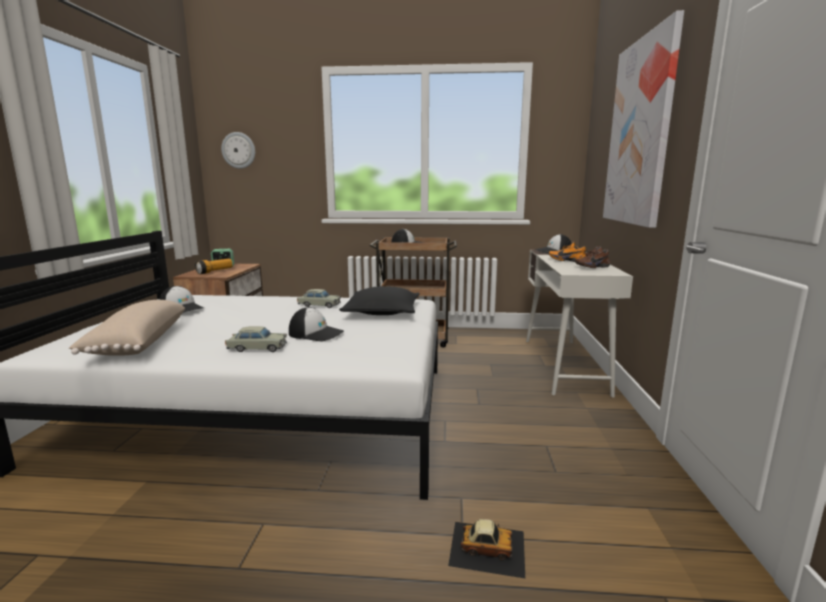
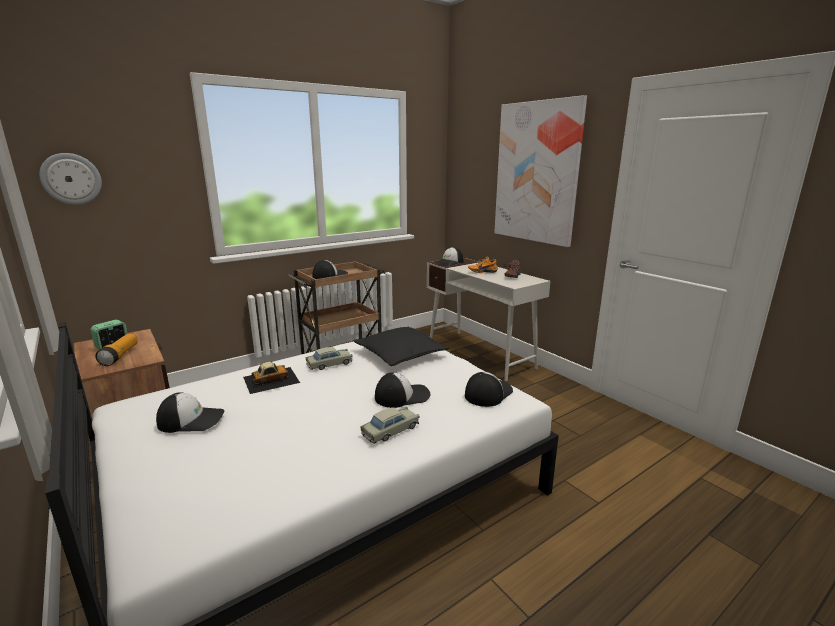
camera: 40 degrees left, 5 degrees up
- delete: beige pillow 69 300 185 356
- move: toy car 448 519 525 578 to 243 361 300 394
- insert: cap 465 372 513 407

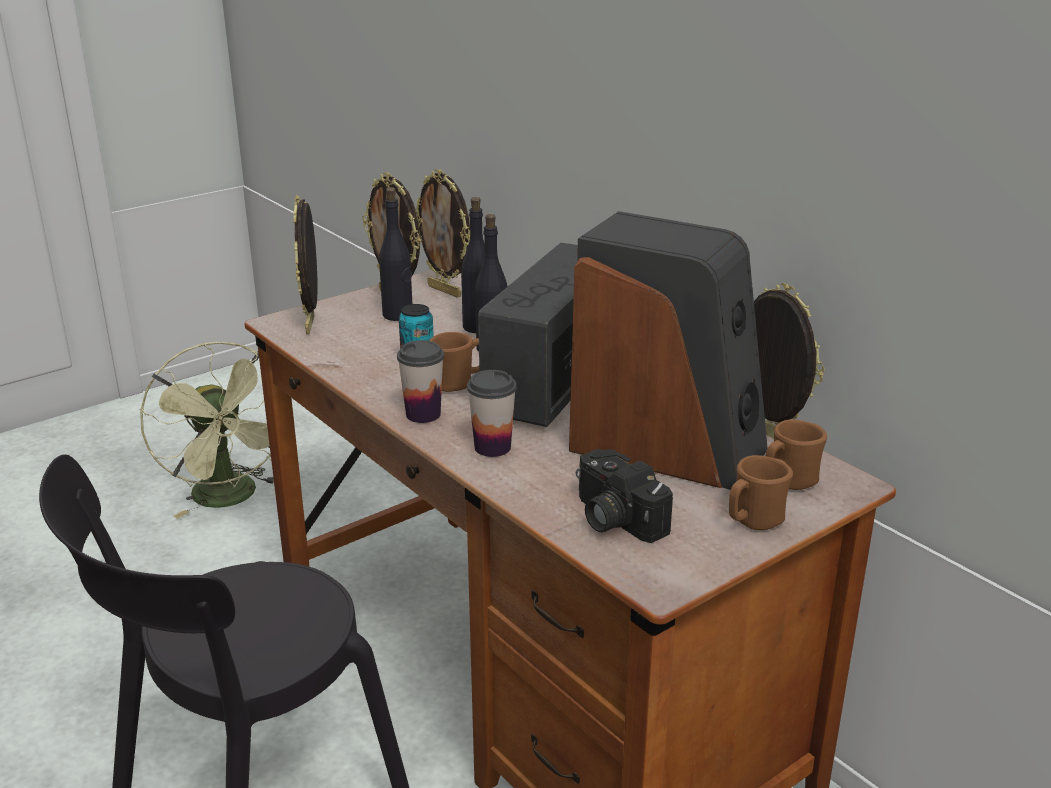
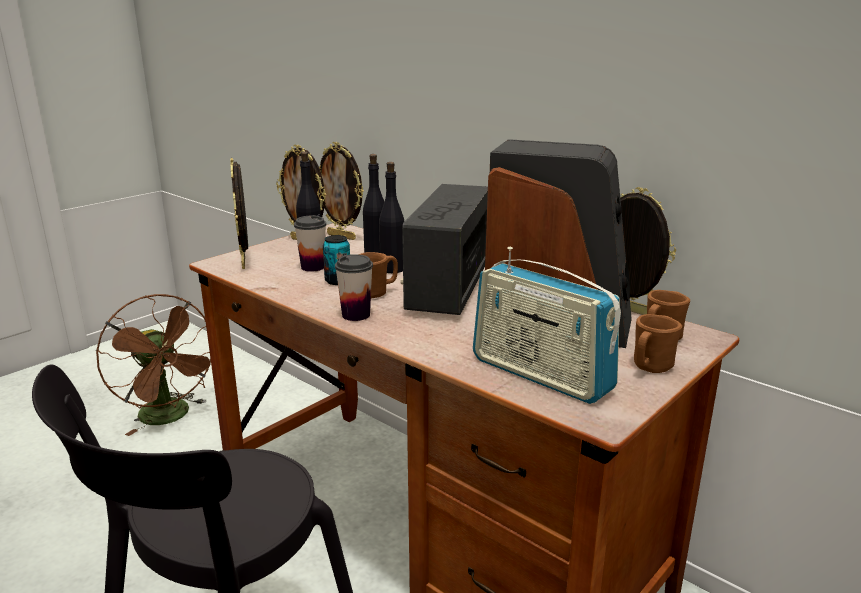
camera: 10 degrees left, 5 degrees down
- recolor: green fan 140 342 274 519 to brown fan 96 294 211 436
- move: cup 467 370 517 457 to 294 216 327 272
- replace: photo camera 576 449 673 543 to radio 473 247 621 404

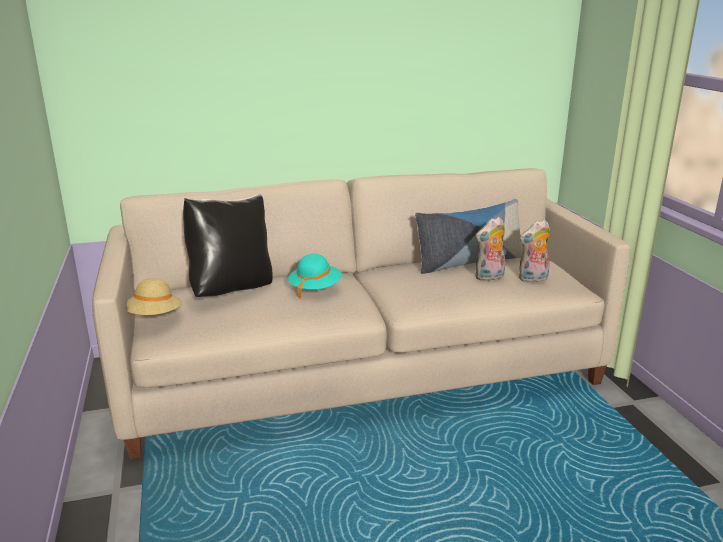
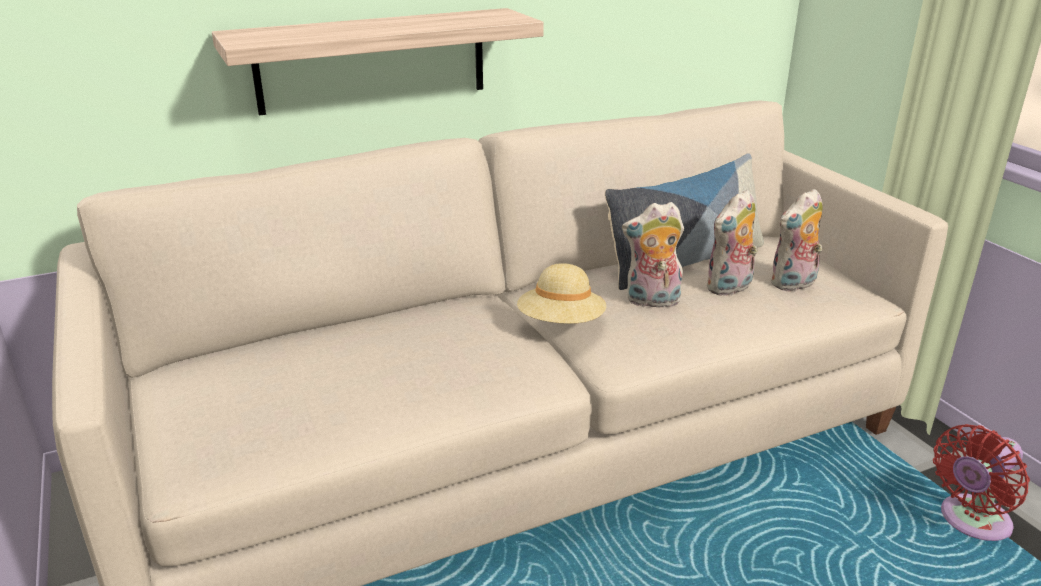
camera: 10 degrees left, 5 degrees up
- move: beige hat 127 278 182 315 to 517 263 606 324
- delete: black pillow 183 194 272 297
- delete: turquoise hat 288 254 342 299
- insert: shelf 212 8 544 116
- insert: plush toy 622 202 684 307
- insert: red fan 933 424 1030 541

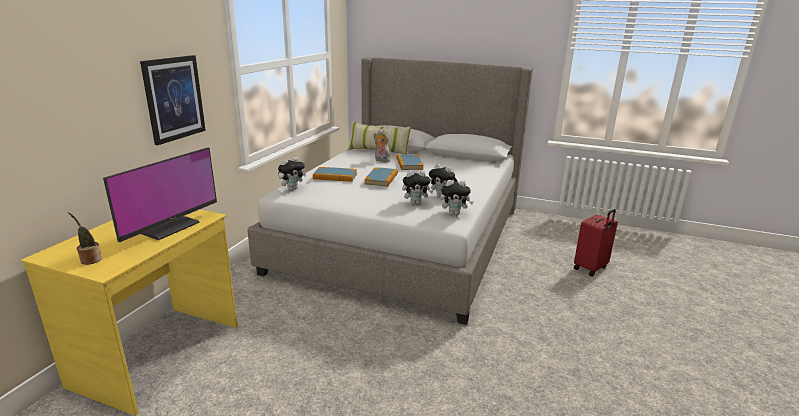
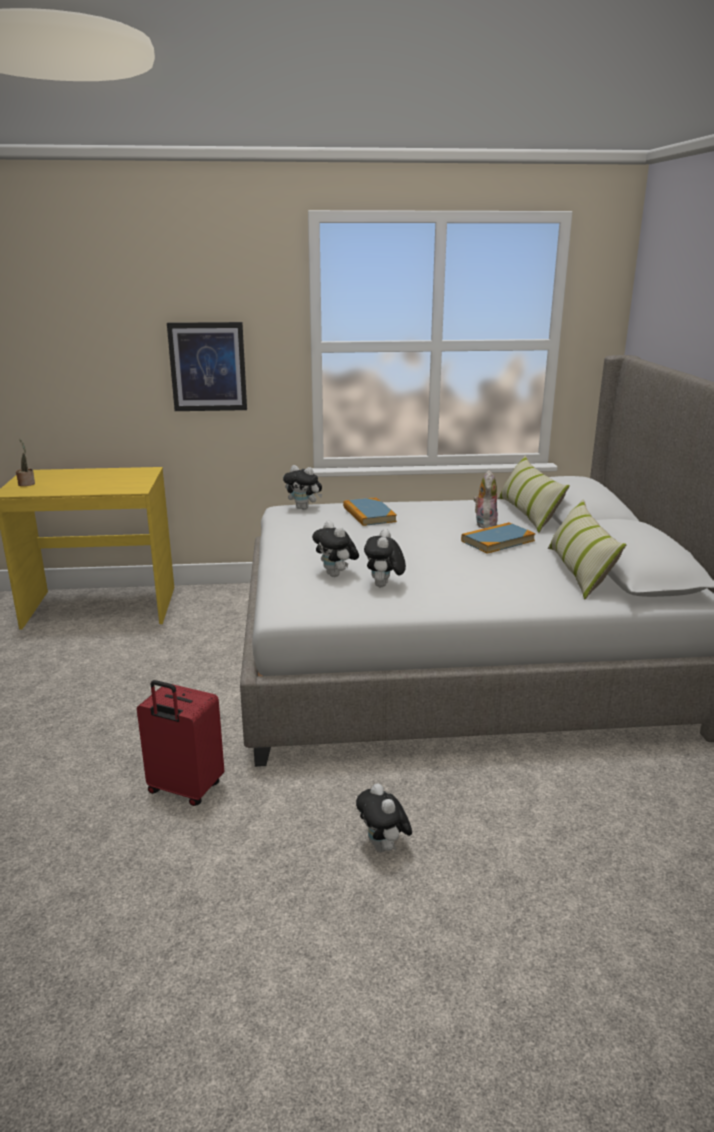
camera: 65 degrees right, 0 degrees up
- delete: monitor 103 147 217 242
- delete: book 364 167 398 187
- move: plush toy 440 180 474 215 to 356 783 412 852
- move: red suitcase 574 209 618 276 to 137 680 224 806
- insert: pillow 548 499 627 599

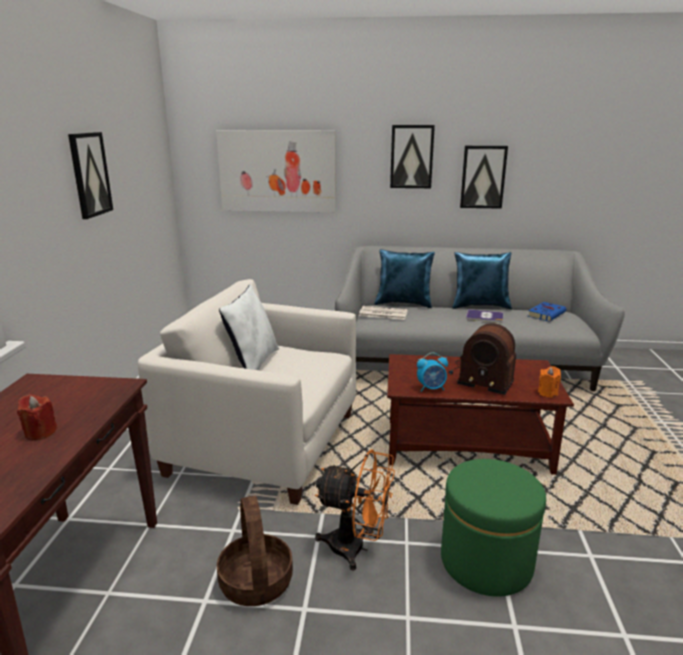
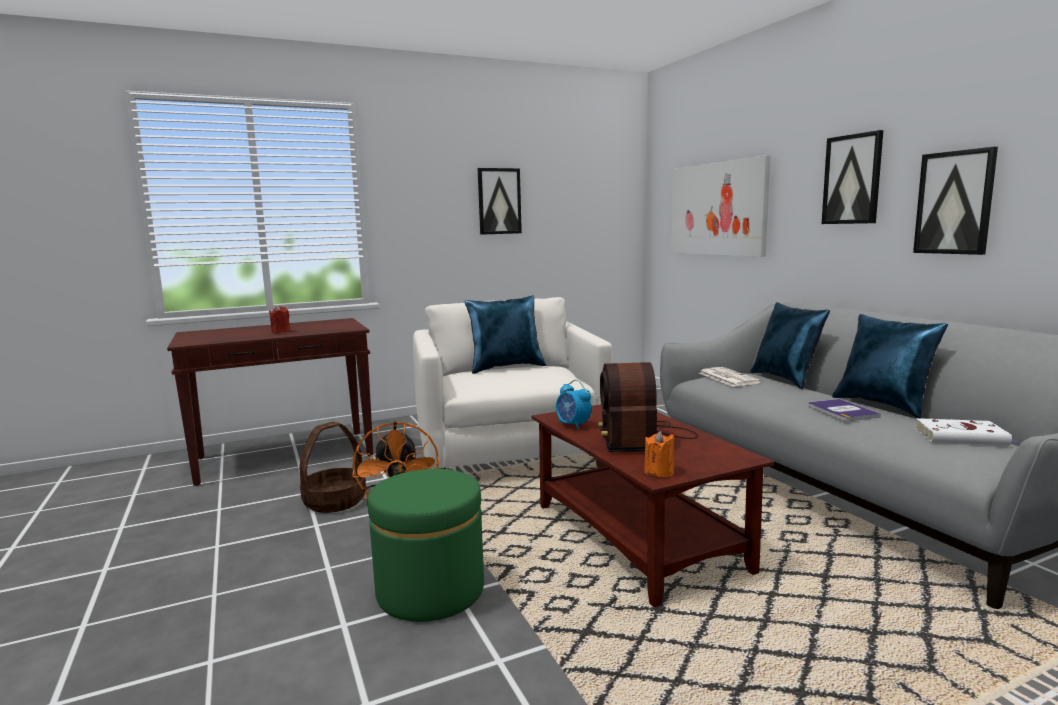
camera: 60 degrees right, 10 degrees down
- recolor: white pillow 219 285 279 370 to blue pillow 465 295 546 374
- recolor: blue book 528 302 566 322 to white book 915 418 1017 446

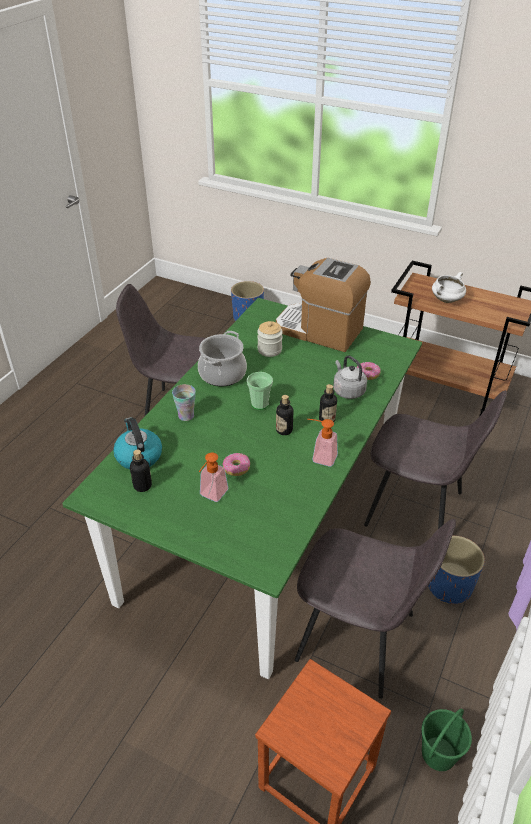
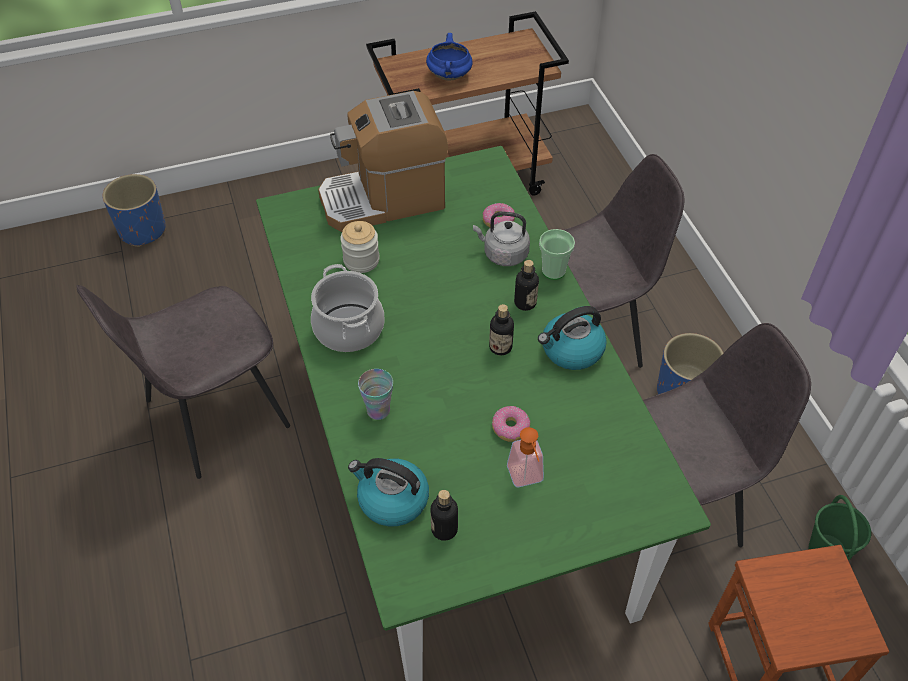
camera: 45 degrees left, 10 degrees up
- move: cup 247 372 273 410 to 539 229 575 280
- replace: soap dispenser 307 419 338 467 to kettle 538 306 607 370
- recolor: white cooking pot 432 272 466 303 to blue cooking pot 426 33 473 81

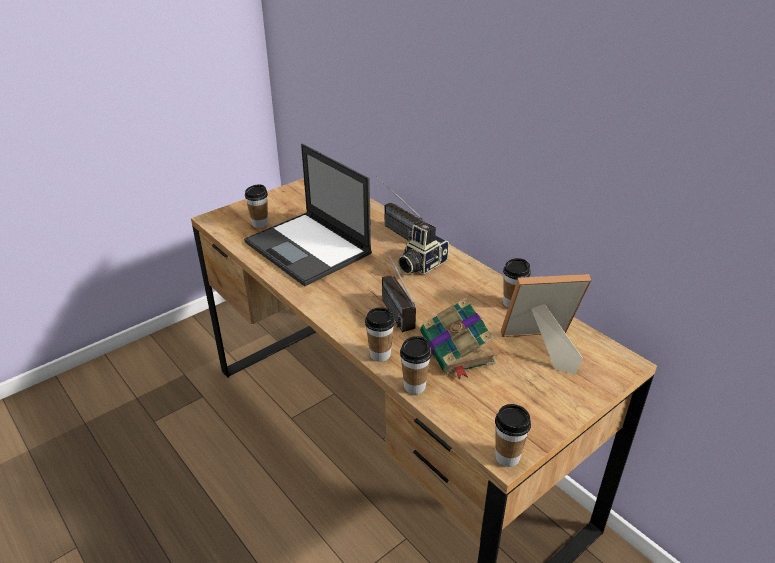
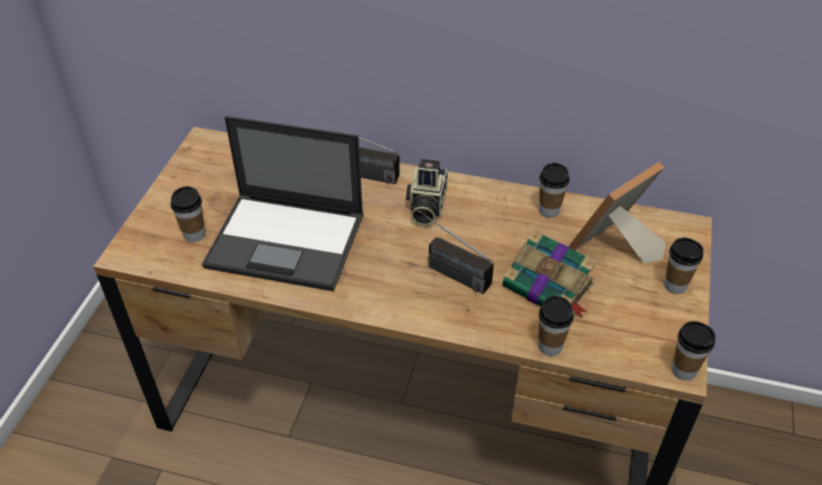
camera: 35 degrees left, 10 degrees up
- move: cup 365 307 395 362 to 664 238 704 294

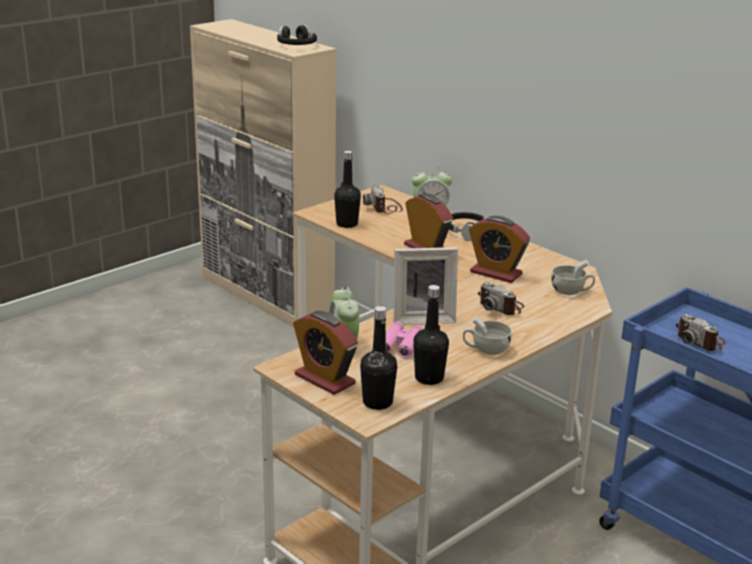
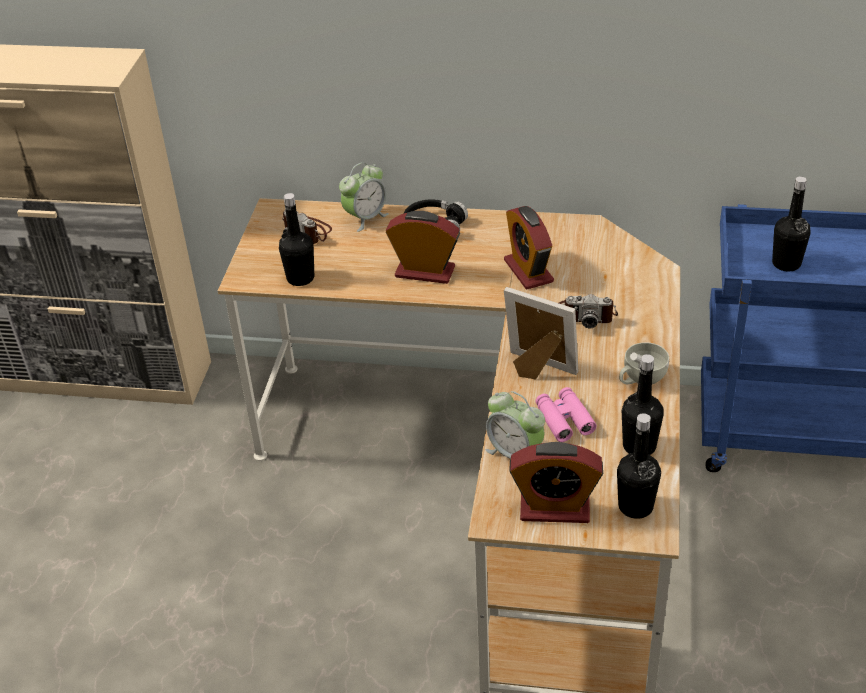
camera: 35 degrees left, 15 degrees up
- delete: black headphones 277 25 317 45
- rotate: picture frame 394 247 458 324 = 504 287 578 379 105 degrees counterclockwise
- rotate: alarm clock 469 216 530 283 = 504 206 554 289 75 degrees clockwise
- delete: white cup 551 260 595 295
- replace: photo camera 676 314 726 351 to black bottle 772 176 811 271

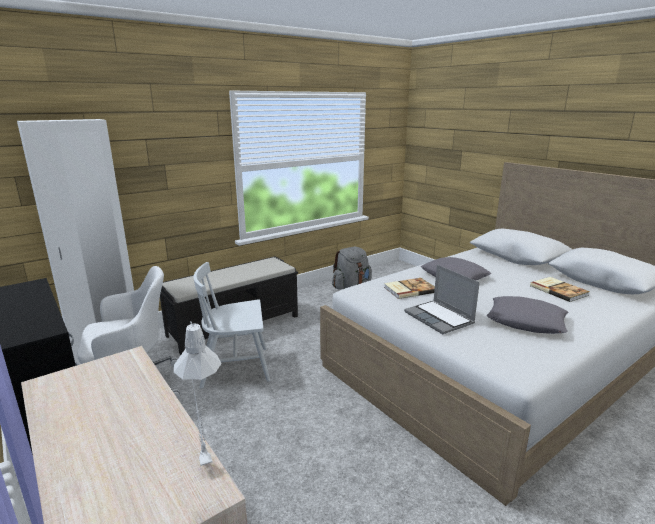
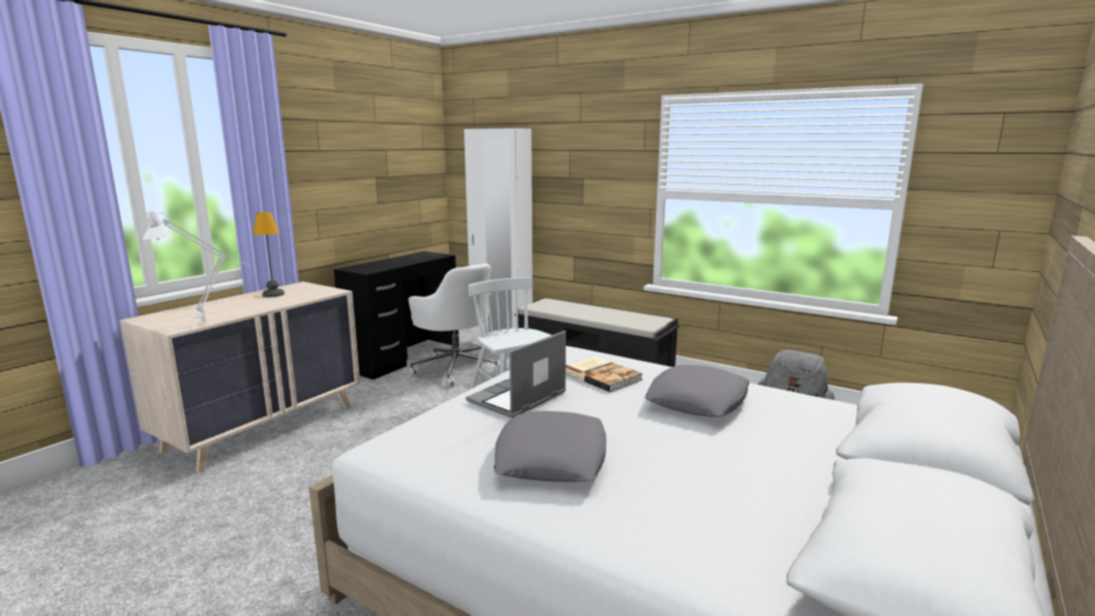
camera: 70 degrees right, 5 degrees down
- delete: book 530 277 590 302
- insert: table lamp 253 212 285 297

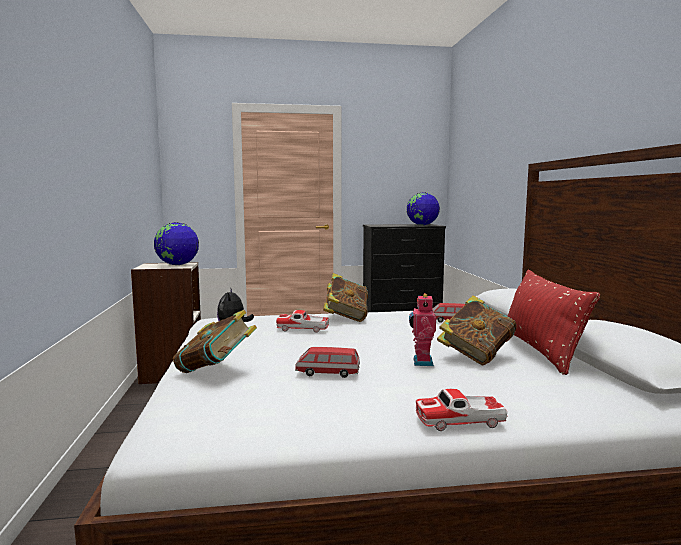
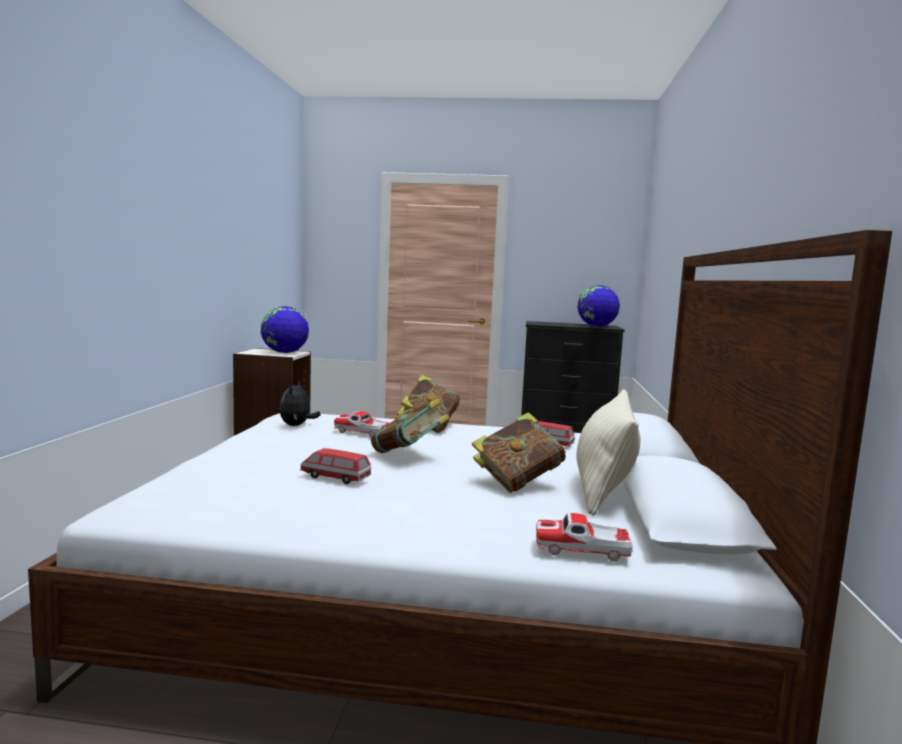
camera: 15 degrees right, 0 degrees up
- move: book 173 310 257 373 to 371 399 450 453
- delete: toy robot 409 293 436 366
- move: toy car 416 389 508 431 to 536 513 633 562
- recolor: red pillow 507 270 600 375 to beige pillow 577 389 641 515

